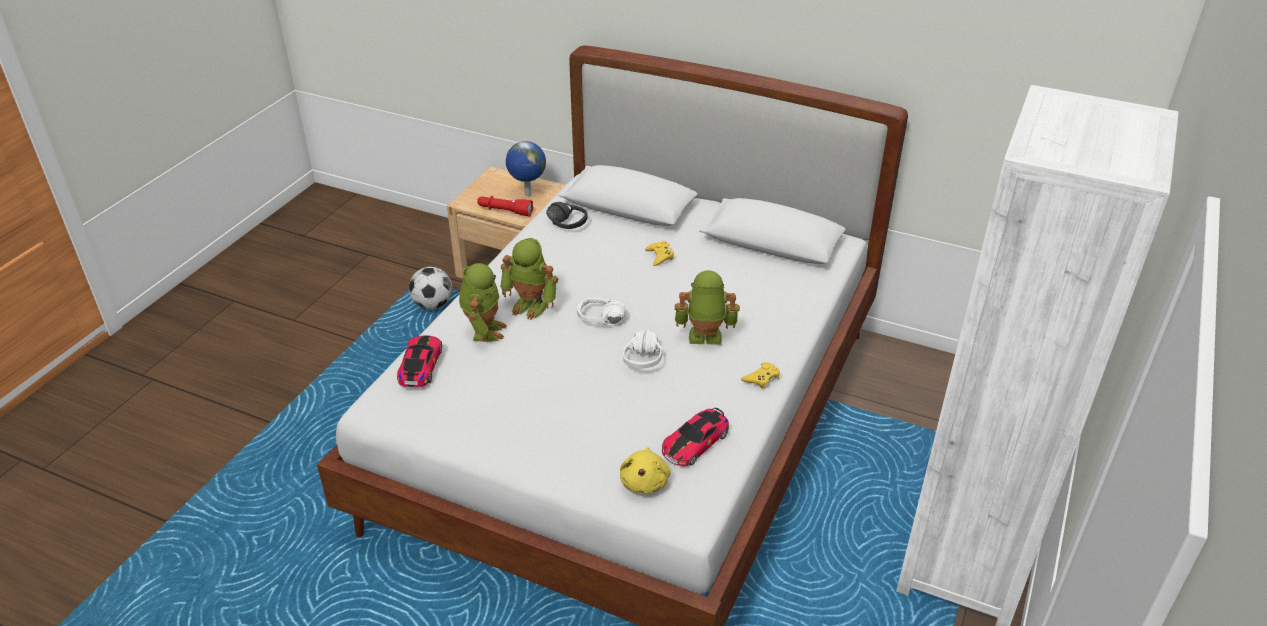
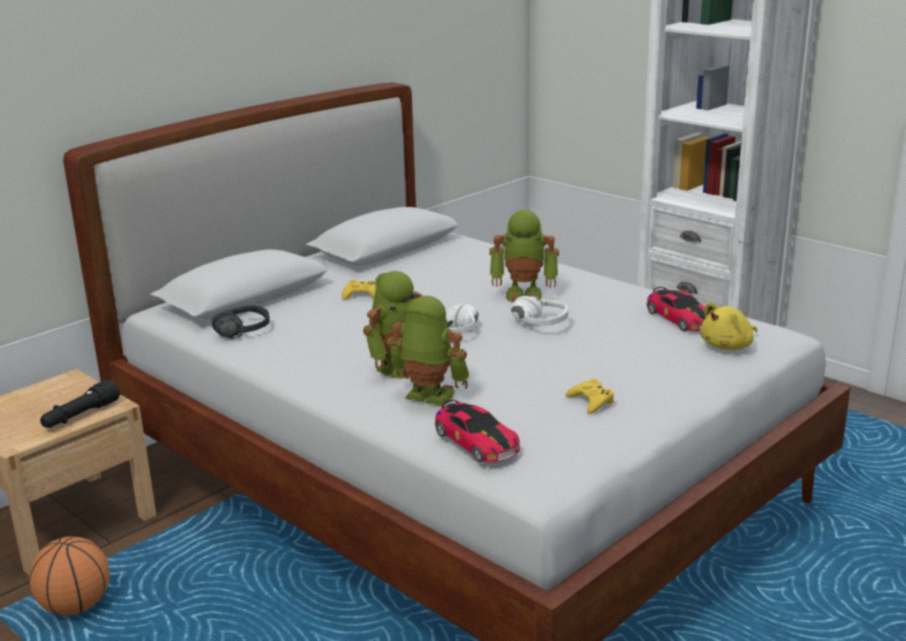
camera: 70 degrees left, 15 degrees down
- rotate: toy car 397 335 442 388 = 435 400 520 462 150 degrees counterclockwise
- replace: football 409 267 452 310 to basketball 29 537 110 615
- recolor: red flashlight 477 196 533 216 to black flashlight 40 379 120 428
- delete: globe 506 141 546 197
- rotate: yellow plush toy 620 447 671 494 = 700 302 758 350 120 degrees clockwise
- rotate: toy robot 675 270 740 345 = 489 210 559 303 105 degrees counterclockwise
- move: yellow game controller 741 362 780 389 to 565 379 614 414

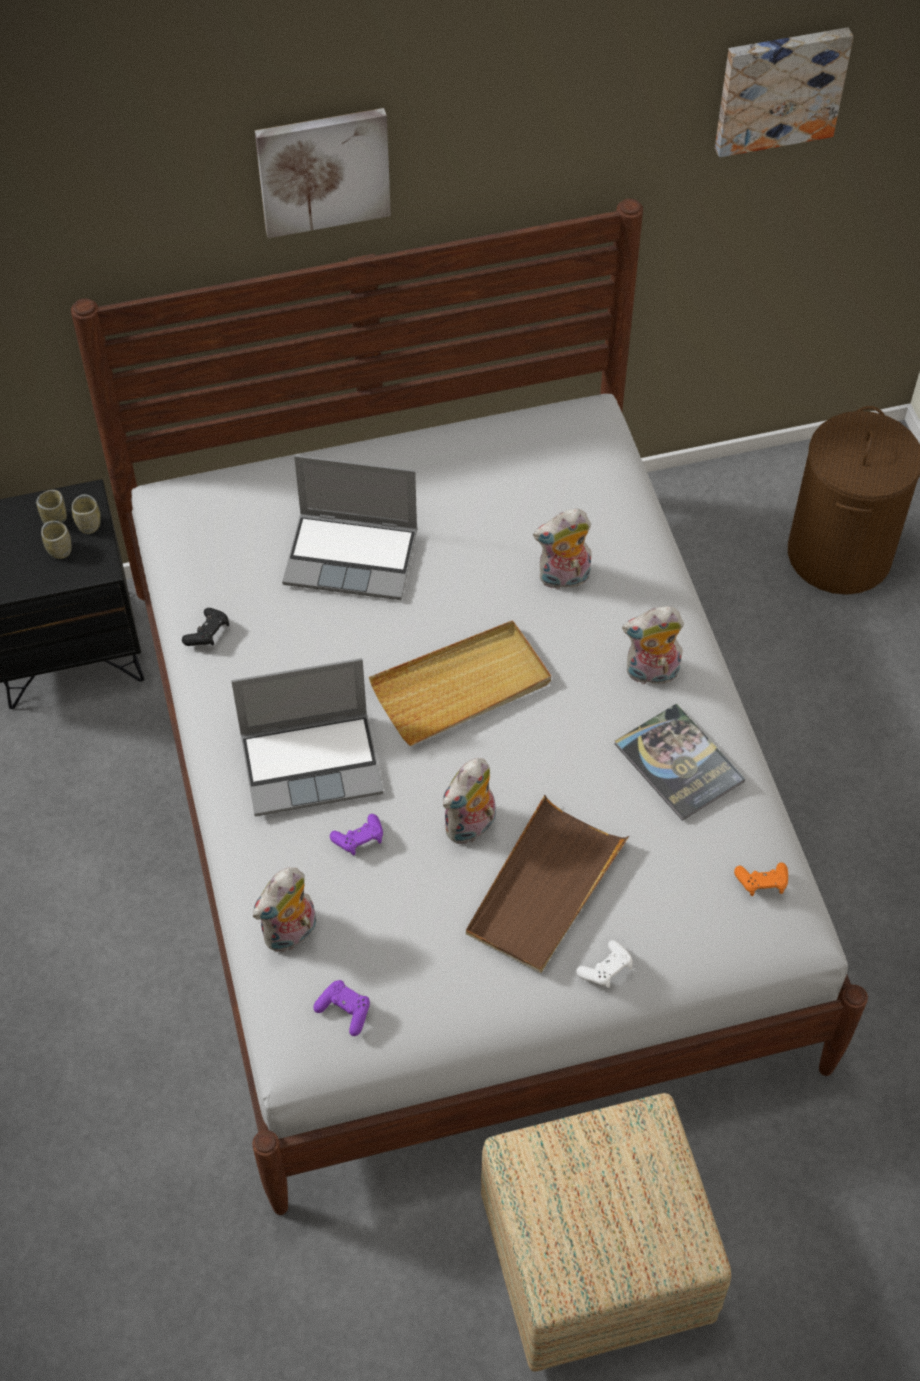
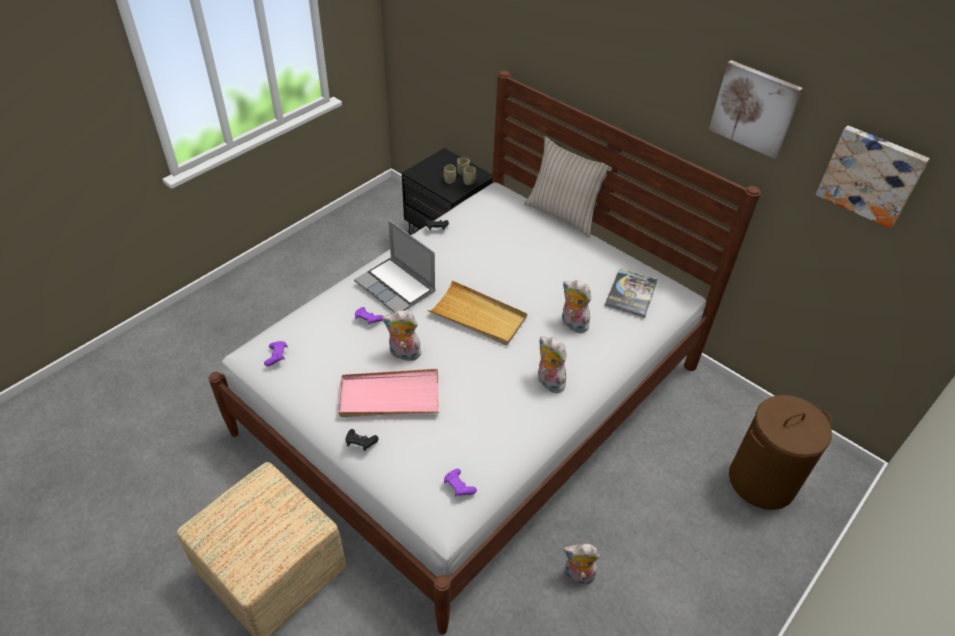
camera: 55 degrees right, 10 degrees down
- move: plush toy 253 867 316 952 to 563 543 600 585
- move: picture 255 108 391 238 to 709 60 803 159
- delete: laptop 282 455 417 600
- recolor: brown tray 466 795 629 973 to pink tray 339 369 439 417
- recolor: white game controller 576 940 633 988 to black game controller 346 429 378 451
- move: book 615 703 746 821 to 605 269 658 318
- recolor: orange game controller 734 862 788 896 to purple game controller 444 469 477 496
- insert: beige pillow 524 136 612 237

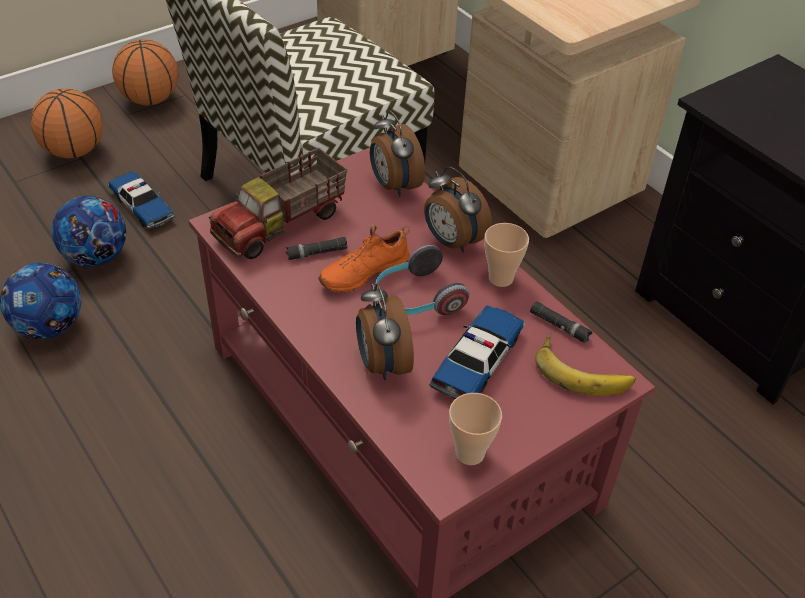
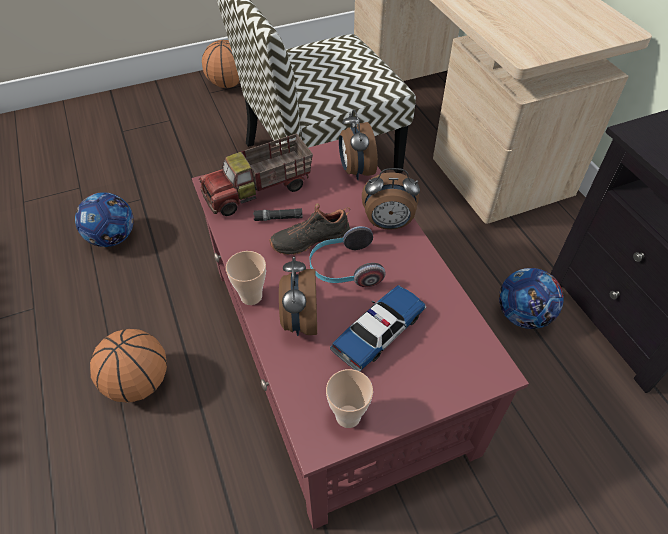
camera: 15 degrees right, 5 degrees up
- move: basketball 31 88 103 158 to 90 329 167 403
- move: football 52 196 126 267 to 499 268 564 329
- delete: toy car 108 171 175 229
- recolor: orange shoe 319 225 410 293 to black shoe 269 203 350 255
- rotate: alarm clock 424 167 492 253 = 362 168 420 230 60 degrees counterclockwise
- move: cup 484 223 529 287 to 226 251 266 305
- delete: black flashlight 530 301 593 343
- delete: banana 535 334 636 396

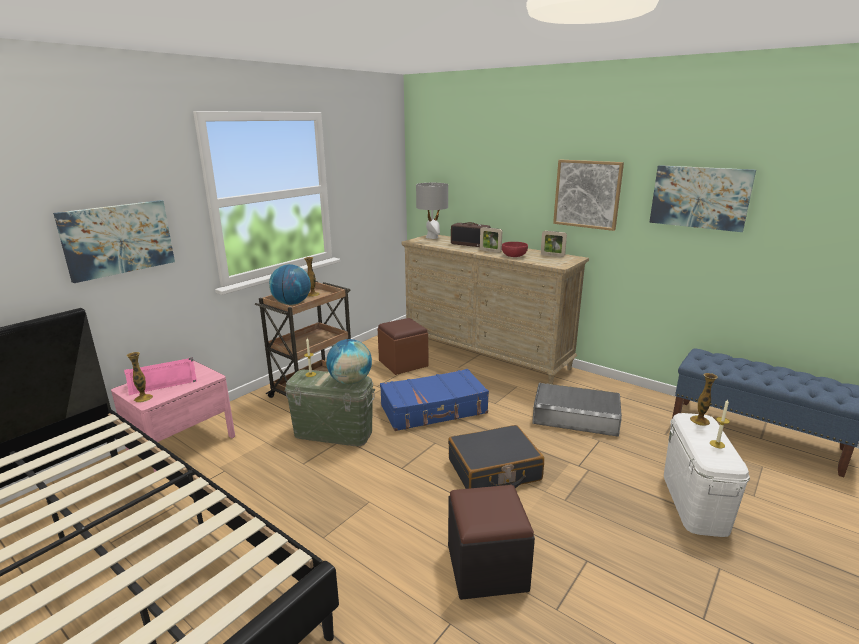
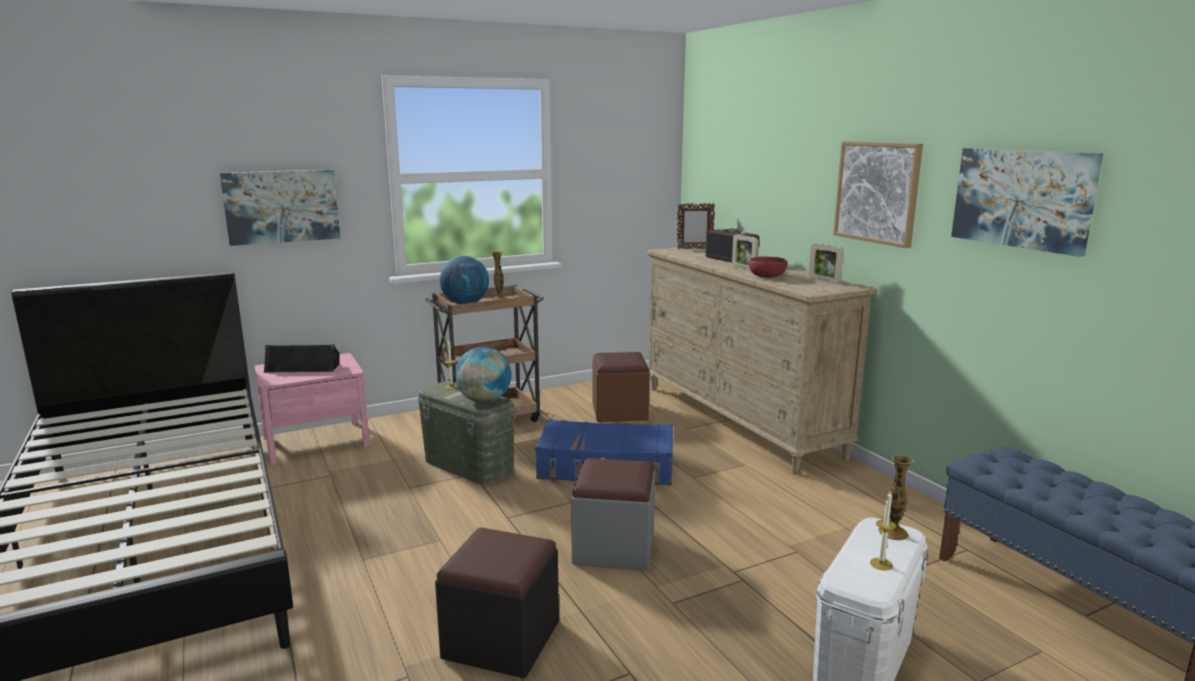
camera: 25 degrees right, 5 degrees down
- recolor: pink speaker 124 357 197 395 to black speaker 264 344 340 373
- delete: vase 126 352 153 402
- replace: grey table lamp 416 183 448 239 to picture frame 677 203 715 249
- replace: black suitcase 448 425 544 489 to grey ottoman 571 458 655 571
- delete: grey storage box 532 383 622 437

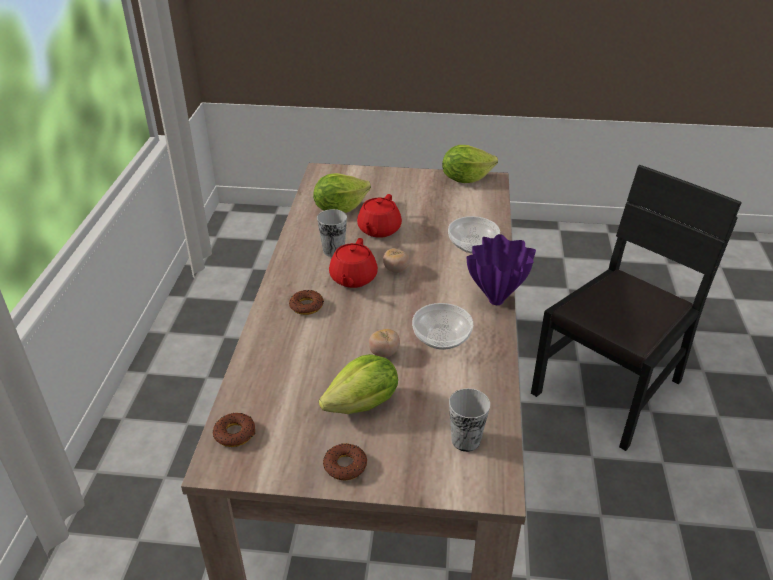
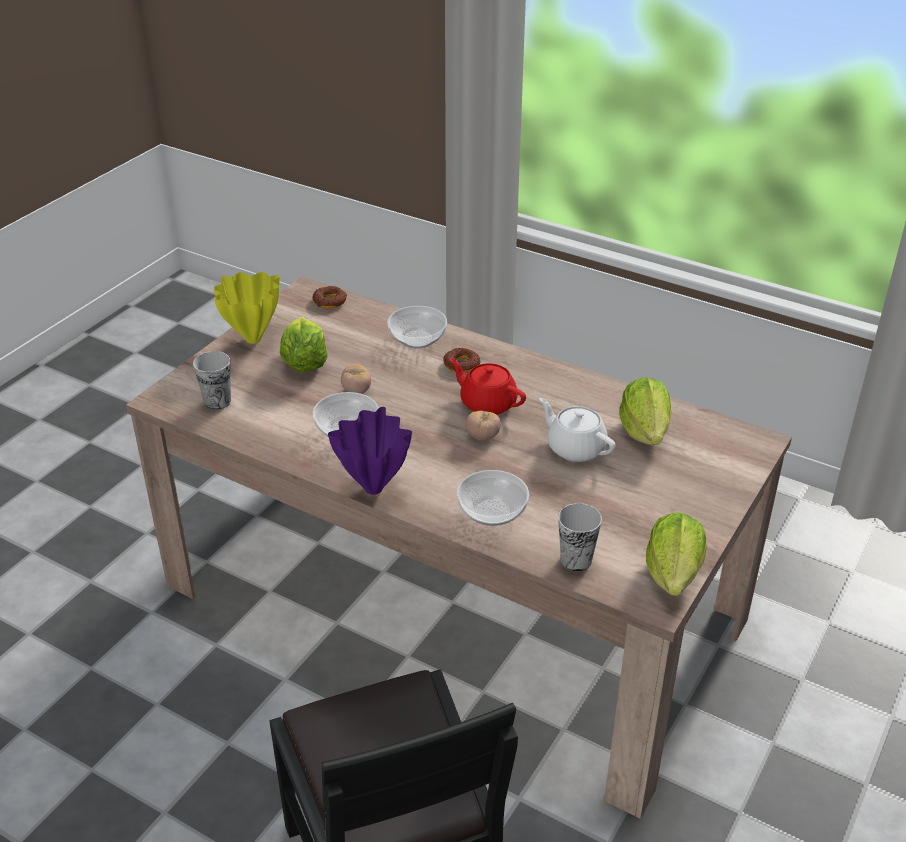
camera: 115 degrees right, 0 degrees up
- move: cup 317 209 347 257 to 558 503 602 571
- replace: donut 323 443 367 480 to yellow vase 213 272 280 344
- recolor: red teapot 357 194 402 238 to white teapot 539 398 615 462
- insert: bowl 387 306 447 349

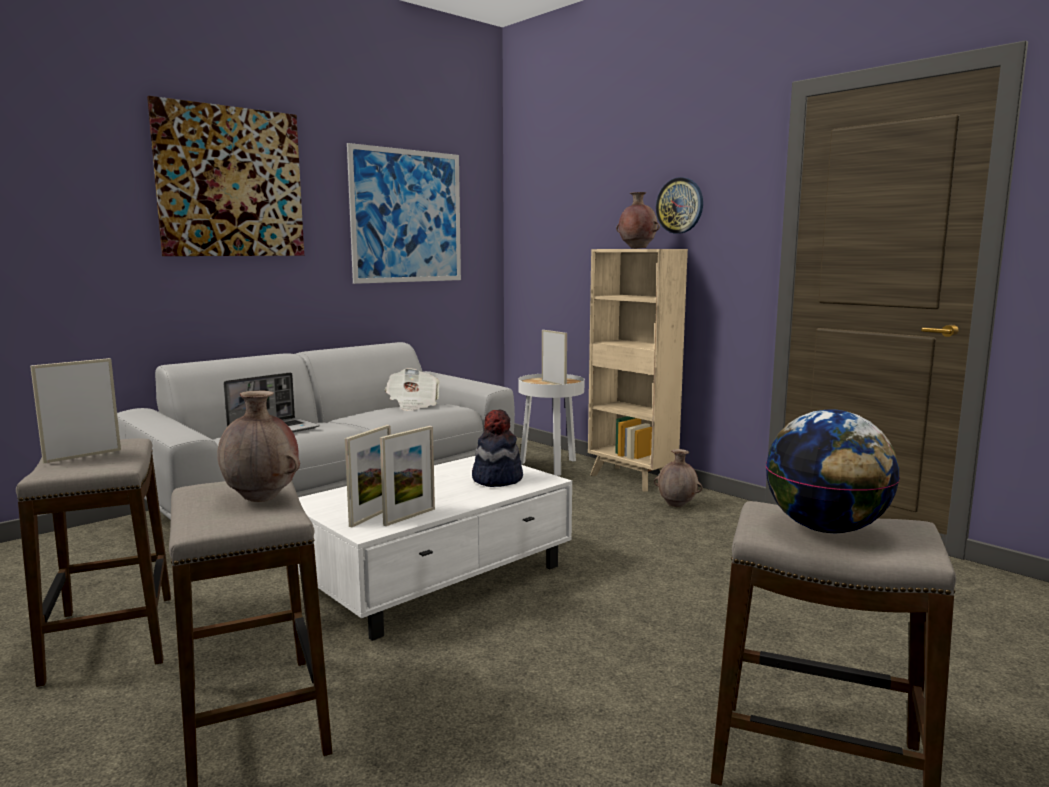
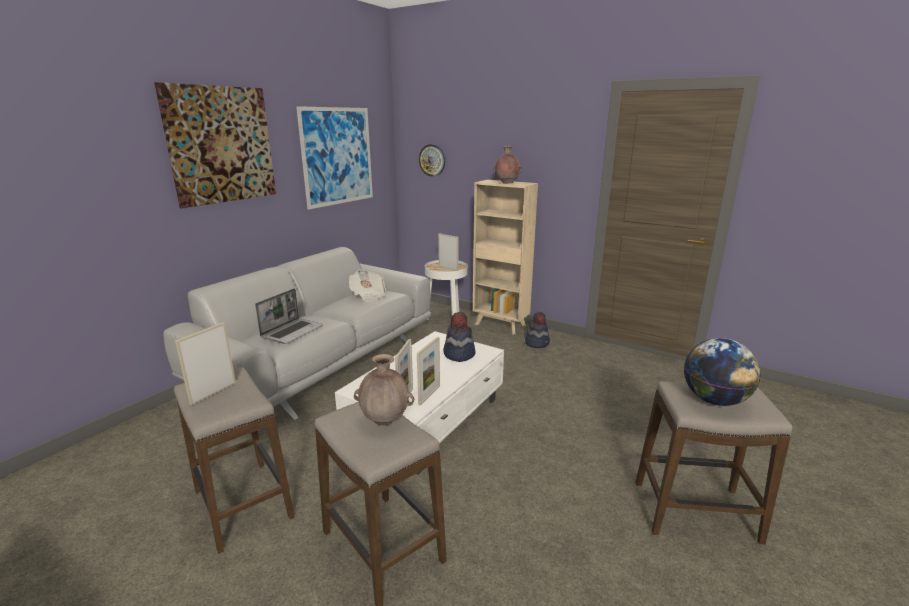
camera: 15 degrees left, 10 degrees up
- replace: brown vase 654 449 703 507 to hat 525 311 550 348
- move: wall clock 656 177 703 234 to 419 144 445 177

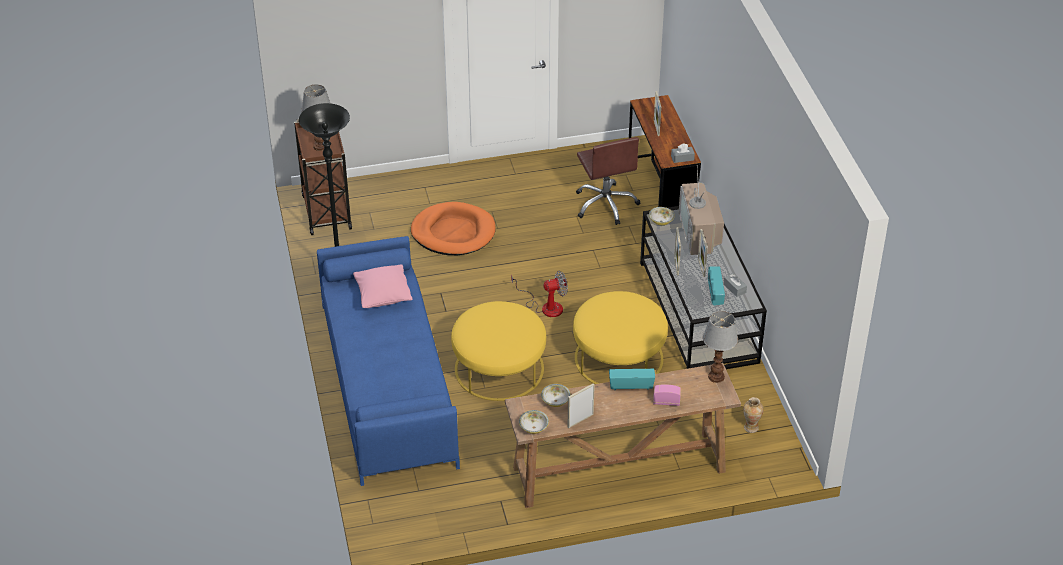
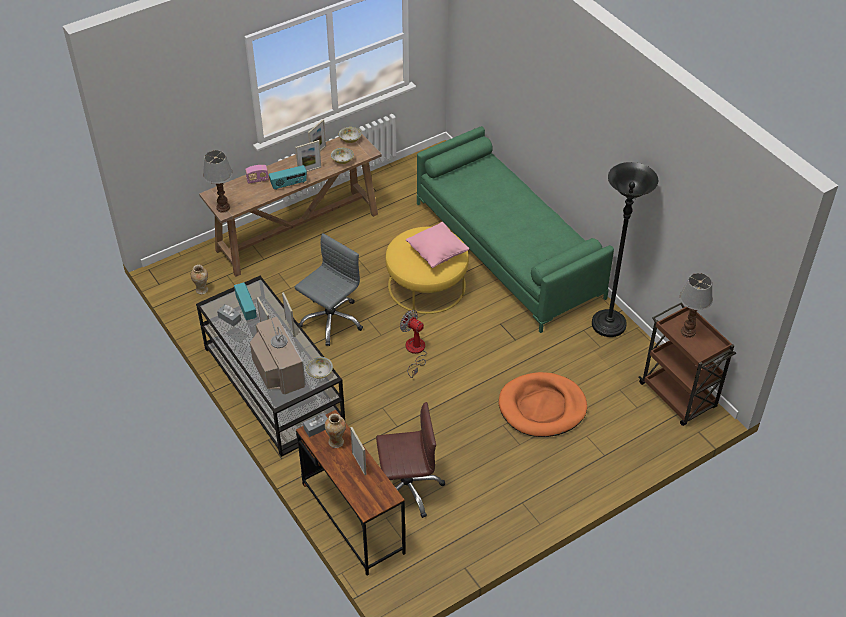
camera: 160 degrees right, 5 degrees up
- recolor: blue sofa 317 236 460 486 to green sofa 417 126 614 333
- move: pink pillow 353 264 413 308 to 406 222 469 268
- rotate: fan 511 271 568 317 = 400 310 427 378 75 degrees clockwise
- replace: yellow ottoman 573 291 668 384 to grey office chair 295 233 363 346
- rotate: brown office chair 576 137 640 225 = 376 402 445 518 120 degrees clockwise
- insert: picture frame 295 140 321 172
- insert: vase 325 413 346 448

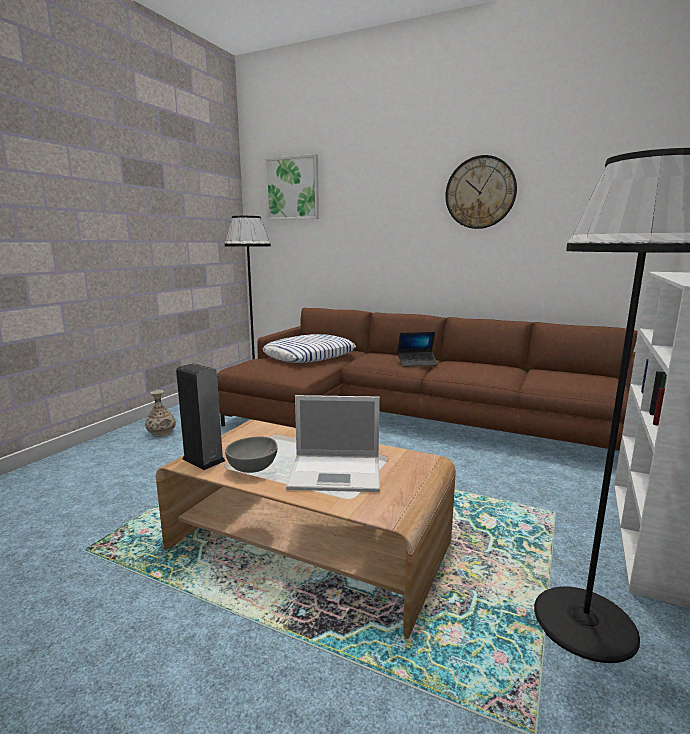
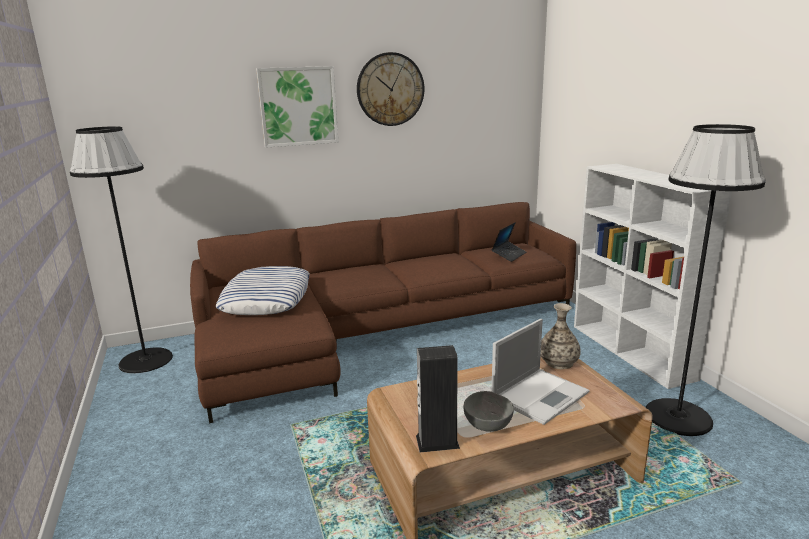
camera: 45 degrees left, 5 degrees up
- move: vase 145 390 176 437 to 541 303 581 369
- move: picture 265 154 319 220 to 256 66 338 148
- move: laptop 397 332 438 367 to 491 222 526 262

